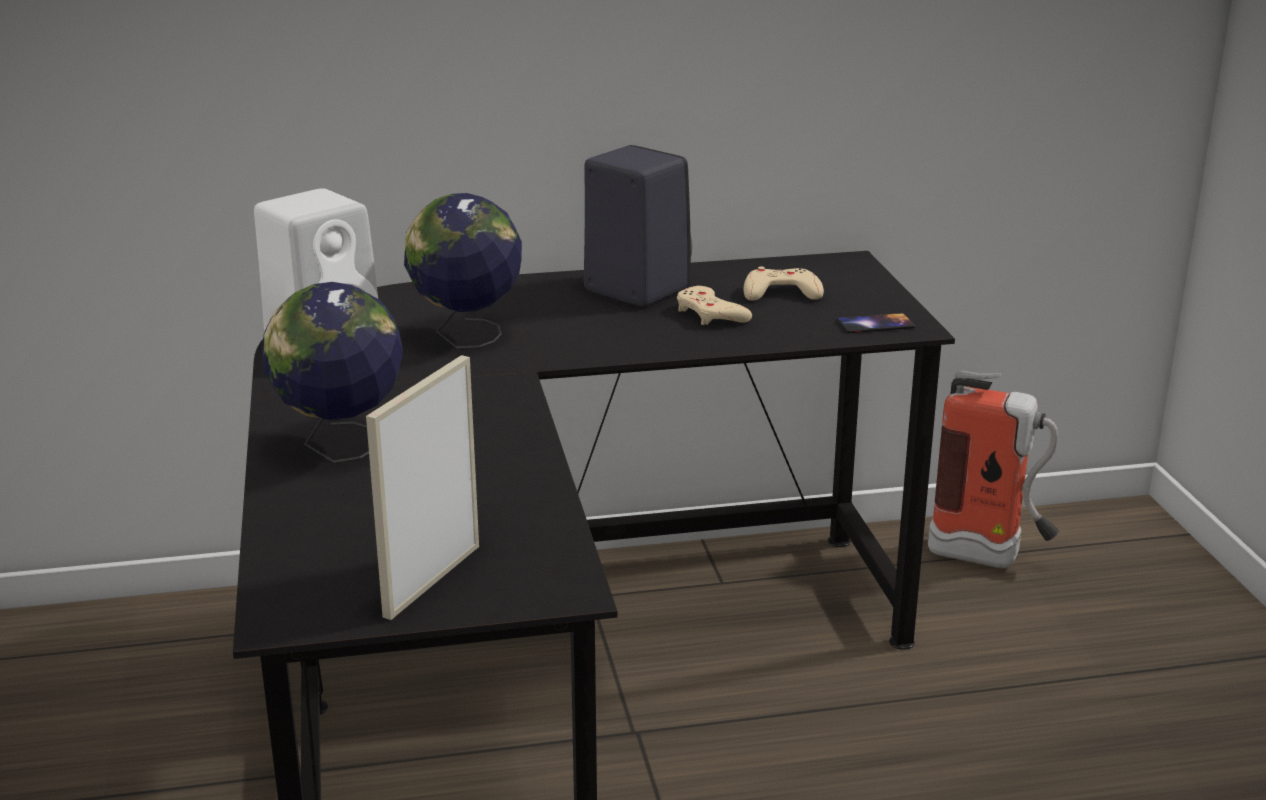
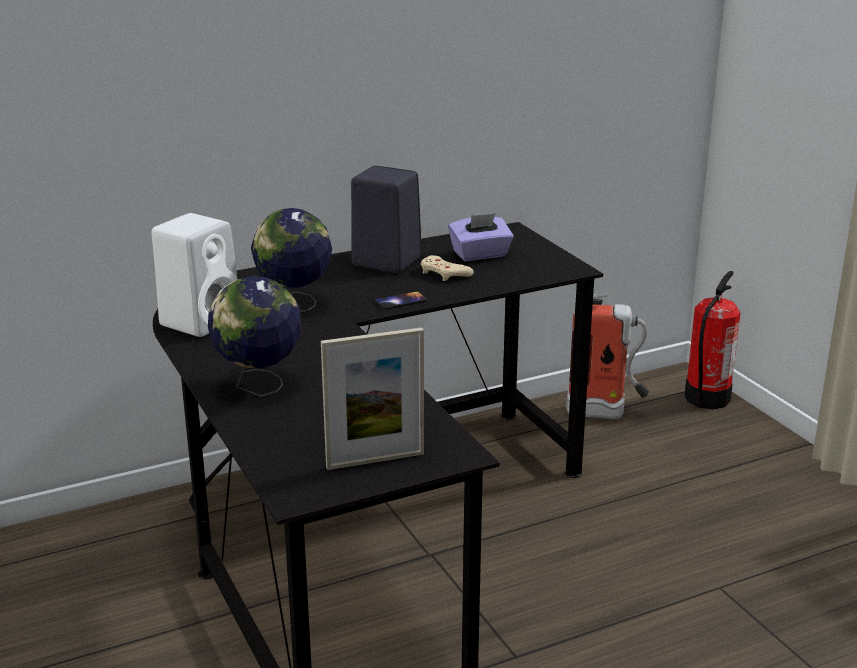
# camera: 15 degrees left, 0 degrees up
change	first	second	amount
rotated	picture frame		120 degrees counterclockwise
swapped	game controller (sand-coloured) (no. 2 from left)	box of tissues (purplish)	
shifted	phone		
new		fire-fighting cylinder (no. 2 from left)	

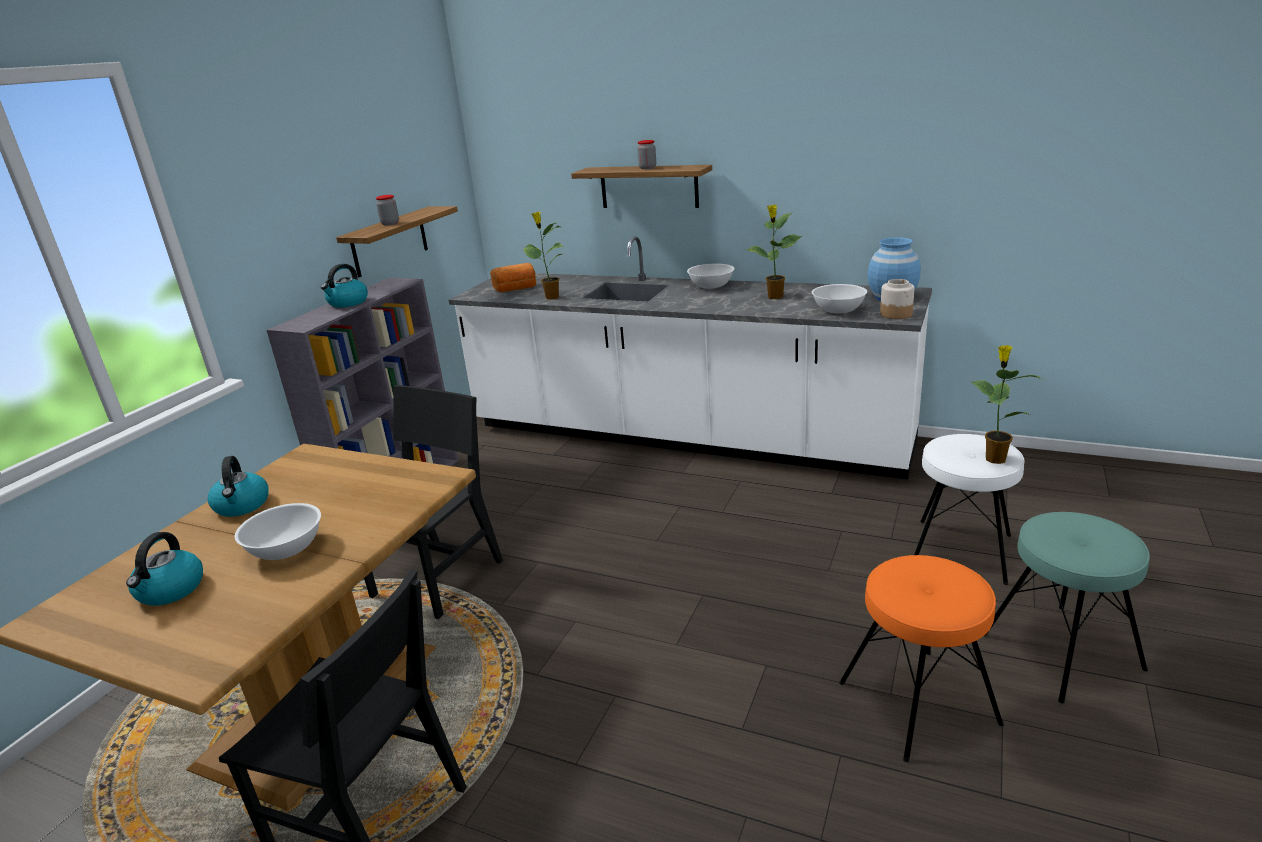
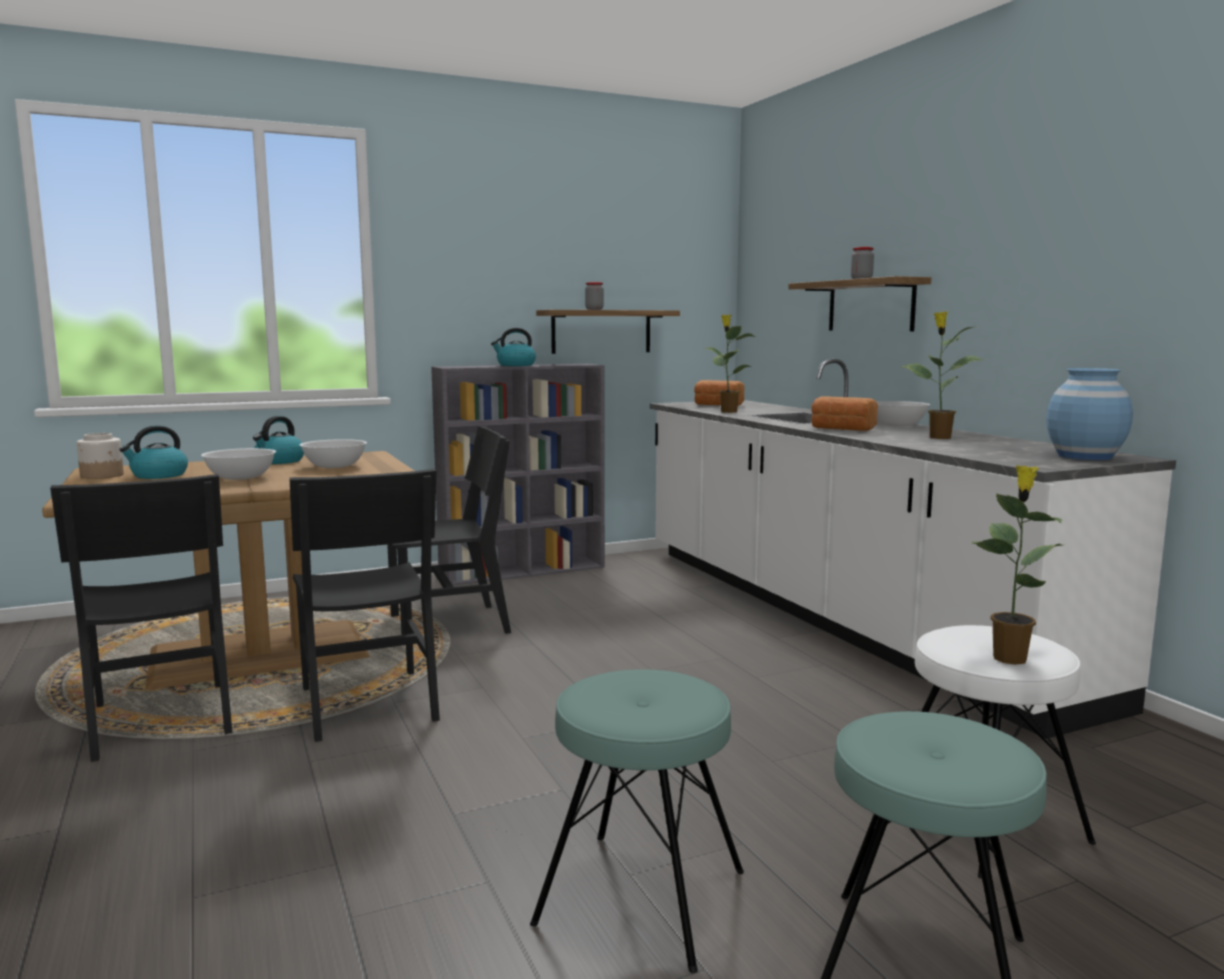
# camera: 40 degrees right, 15 degrees down
change	first	second	amount
shifted	serving bowl (white) (no. 3 from left in the first image)	serving bowl (white) (no. 2 from left)	
repainted	stool seat (orange-coloured)	stool seat (turquoise-coloured) (no. 1 from left)	
shifted	jar (no. 3 from left in the first image)	jar (no. 1 from left)	
new		upright chair (black) (no. 2 from left)	
new		bread (no. 2 from left)	

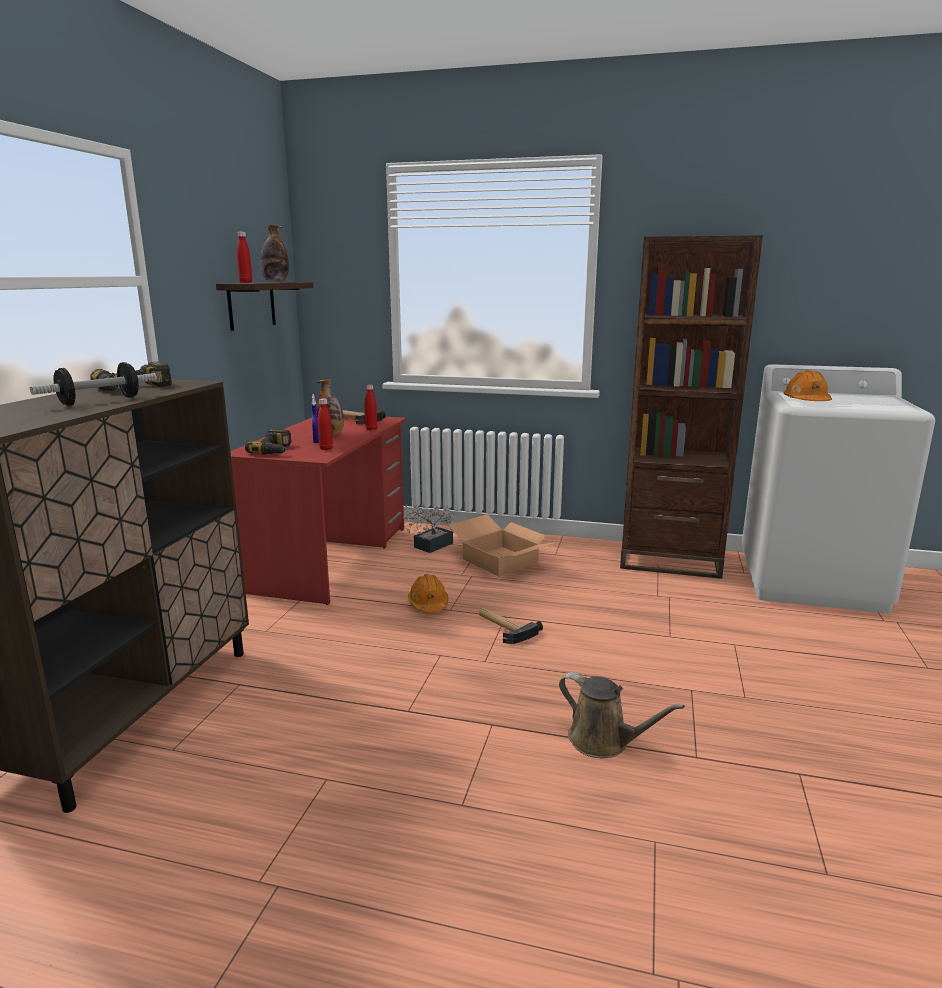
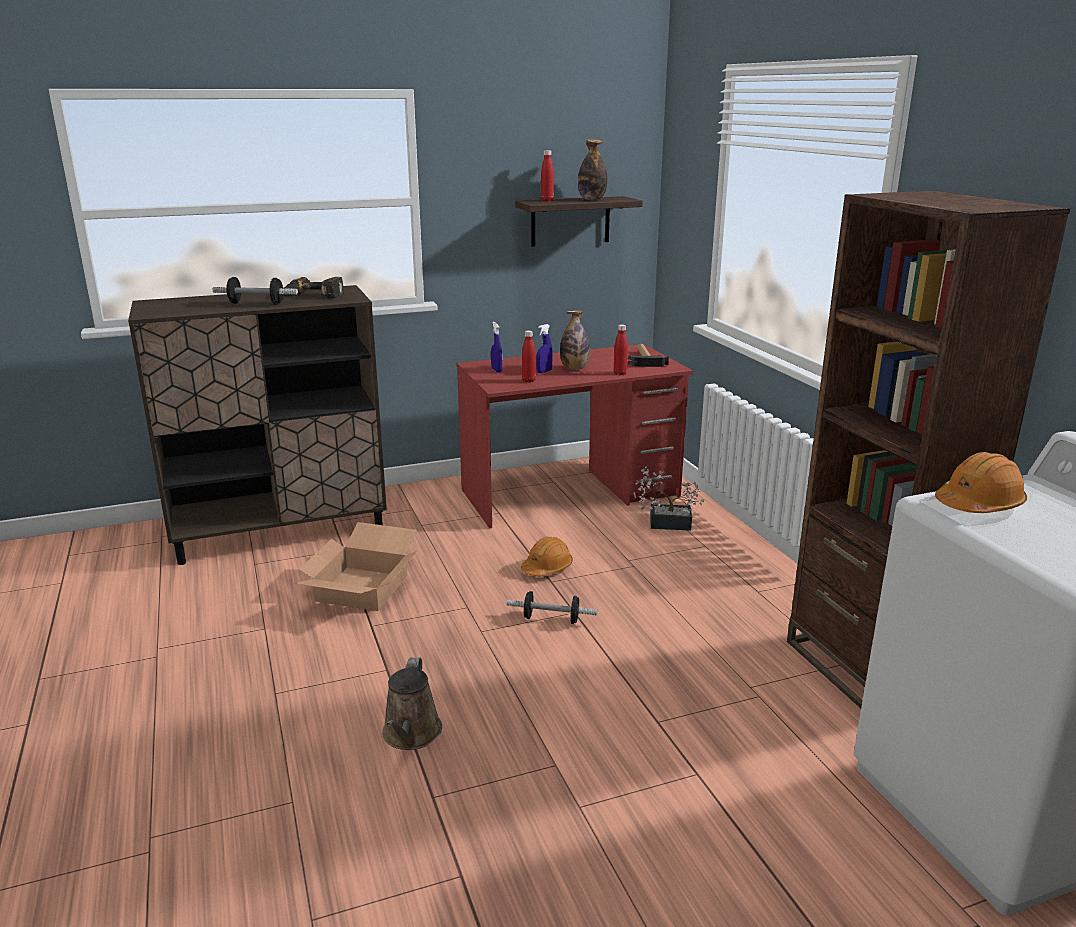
# camera: 55 degrees right, 5 degrees up
change	first	second	amount
swapped	power drill (no. 2 from left)	hand sprayer (bluish) (no. 1 from left)	
shifted	carton		
swapped	tool hammer (no. 2 from left)	hand weight (no. 2 from left)	

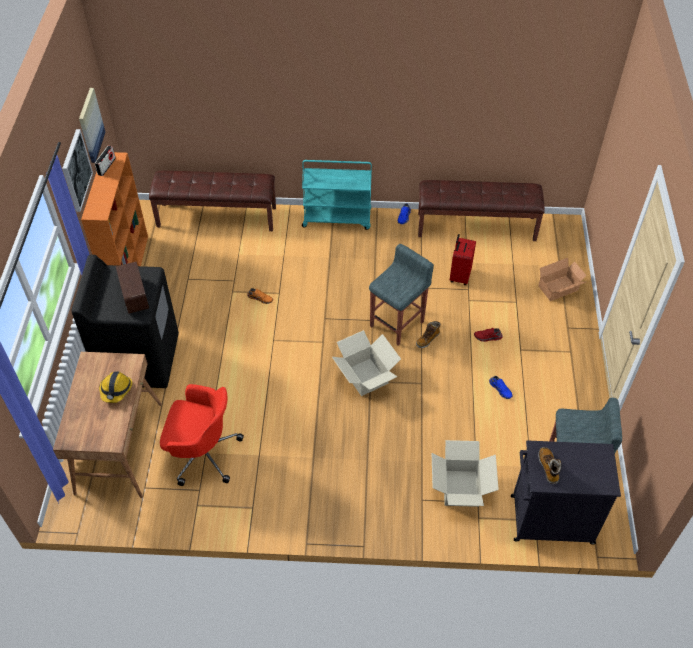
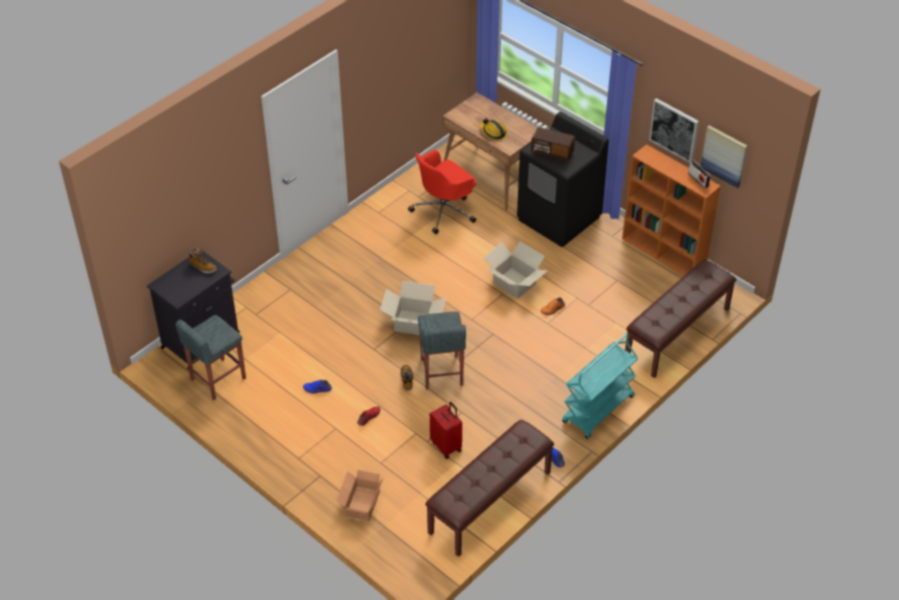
# camera: 130 degrees right, 5 degrees down
change	first	second	amount
shifted	carton (no. 2 from left in the first image)	carton (no. 3 from left)	

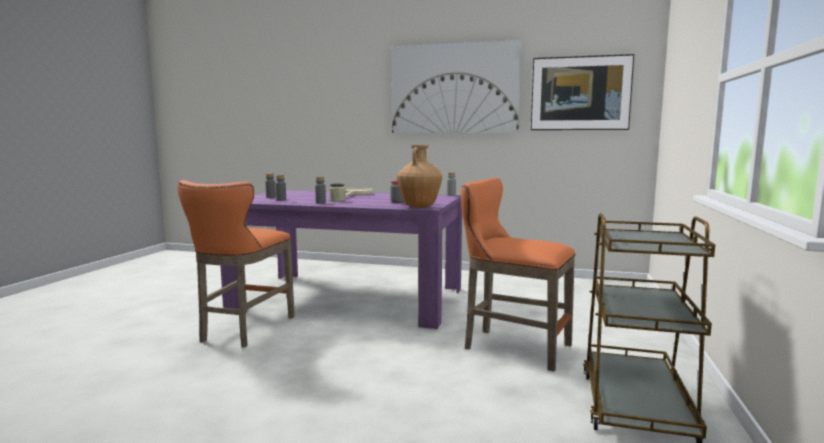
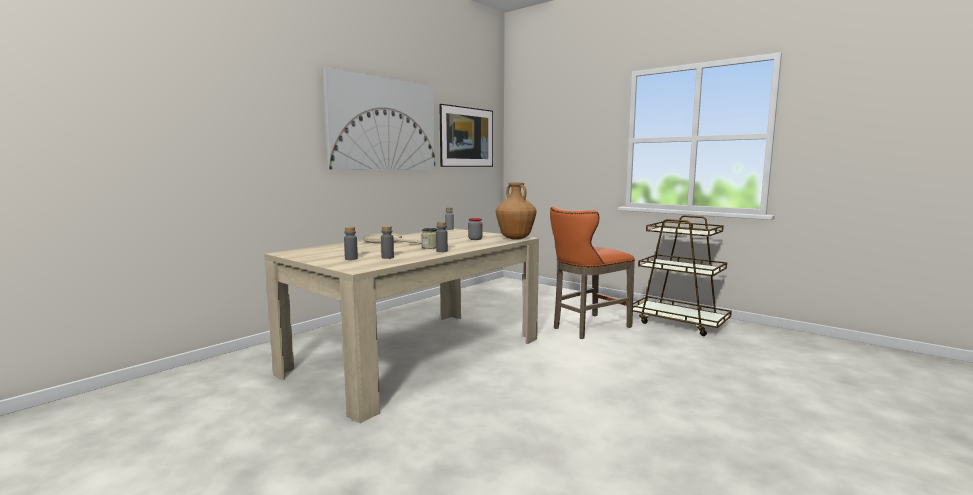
# camera: 65 degrees left, 0 degrees up
change	first	second	amount
gone	stool seat (orange-coloured) (no. 1 from left)		
repainted	dinner table (purplish)	dinner table (sand-coloured)	

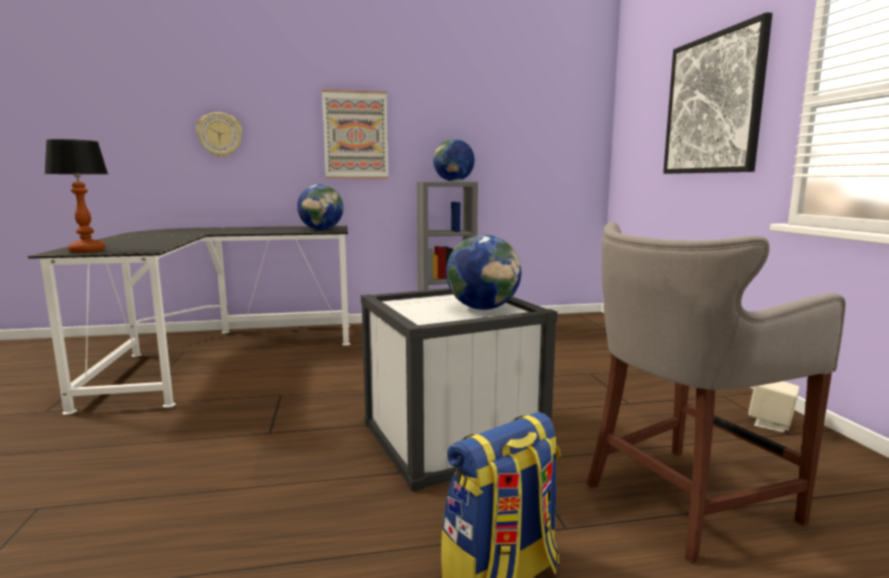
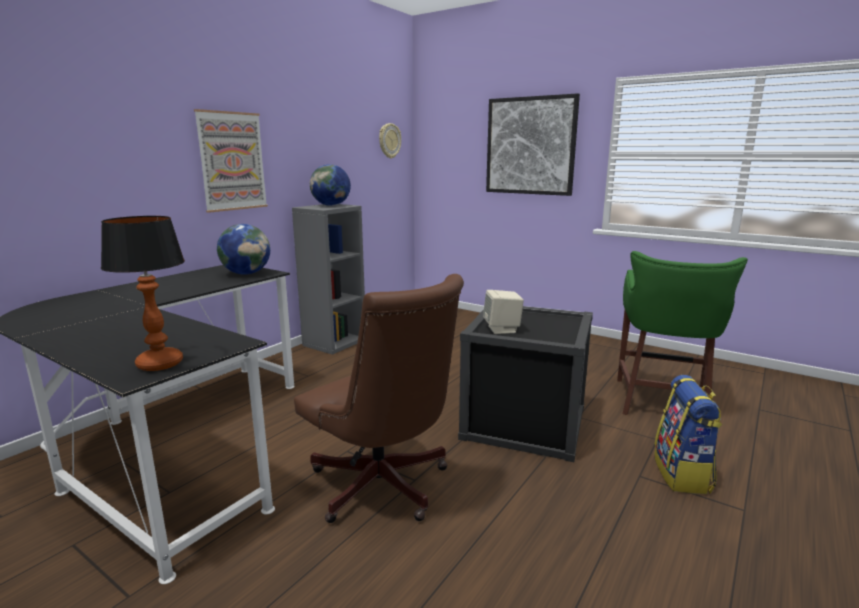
# camera: 45 degrees left, 5 degrees up
change	first	second	amount
shifted	clock on the wall		
repainted	storage bin (white)	storage bin (black)	
gone	desk globe (no. 3 from left)		
repainted	stool seat (gray)	stool seat (green-coloured)	
shifted	speaker (sand-coloured)		
new		office chair (brownish)	

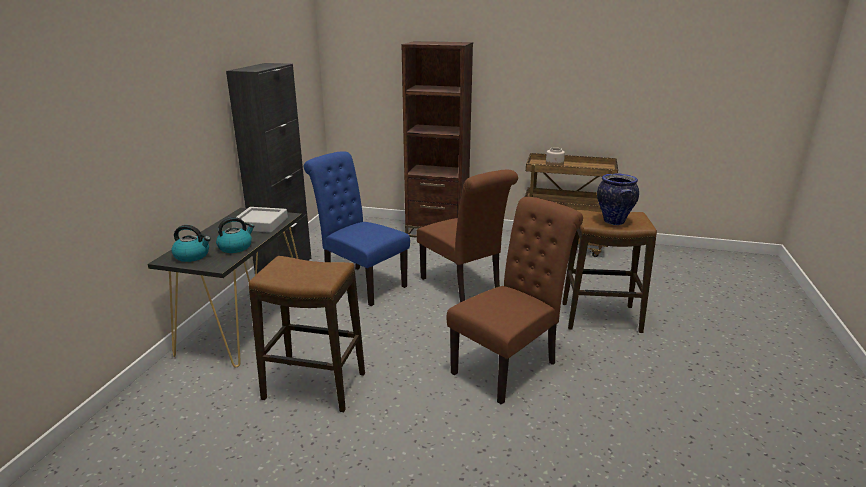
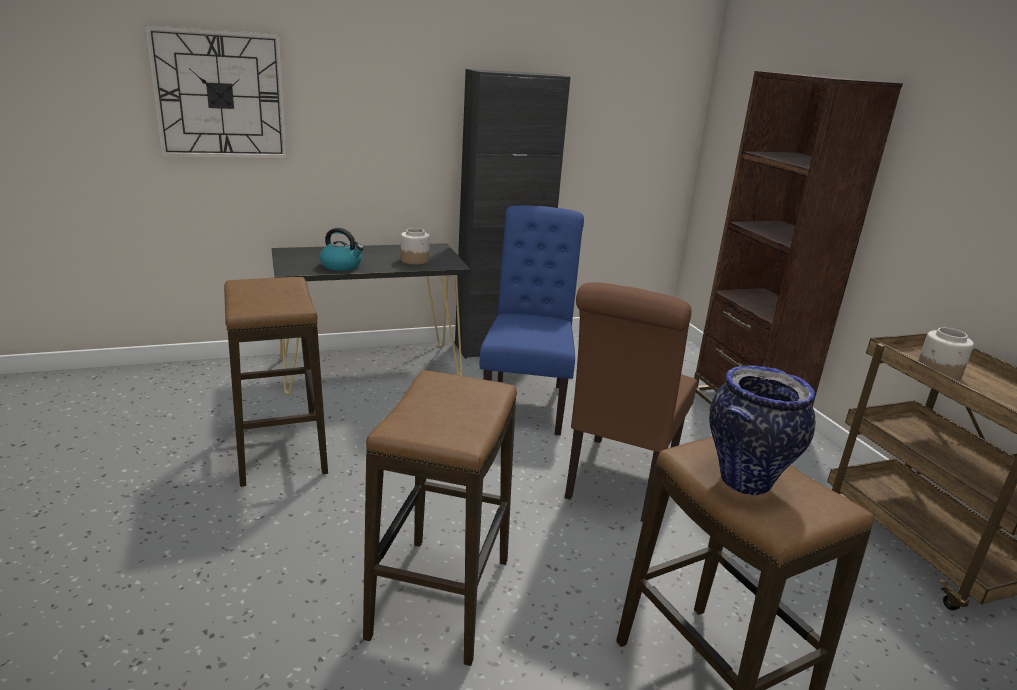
# camera: 55 degrees right, 0 degrees up
change	first	second	amount
gone	tea kettle (no. 1 from left)		
swapped	tray (gray)	jar (no. 1 from left)	
swapped	upright chair (brownish) (no. 2 from left)	stool seat (no. 2 from left)	
new		clock on the wall	

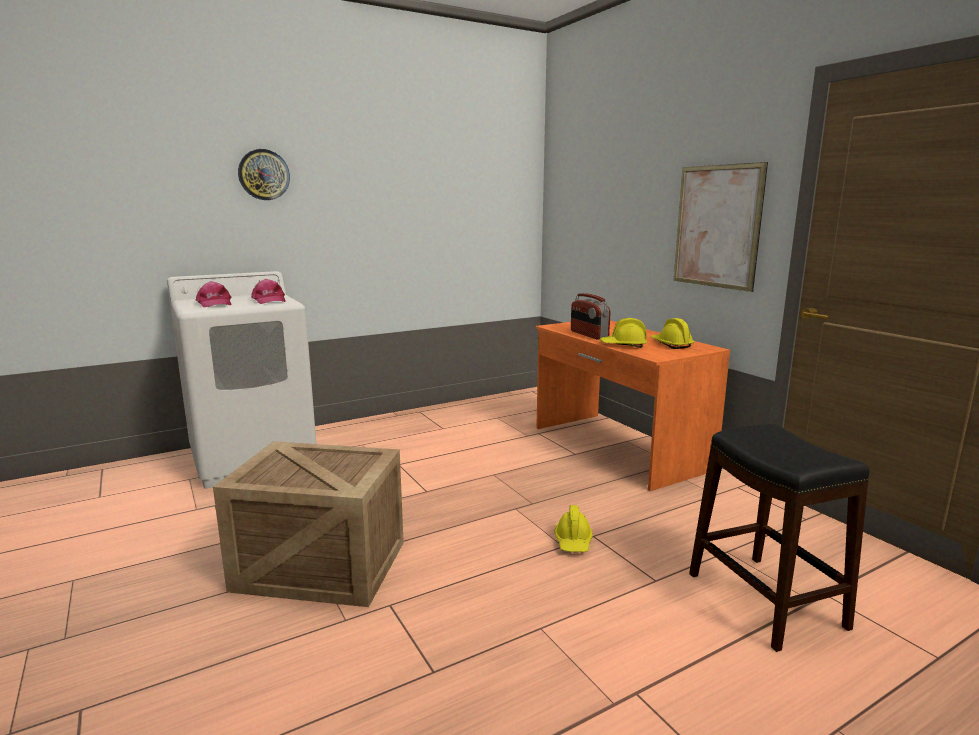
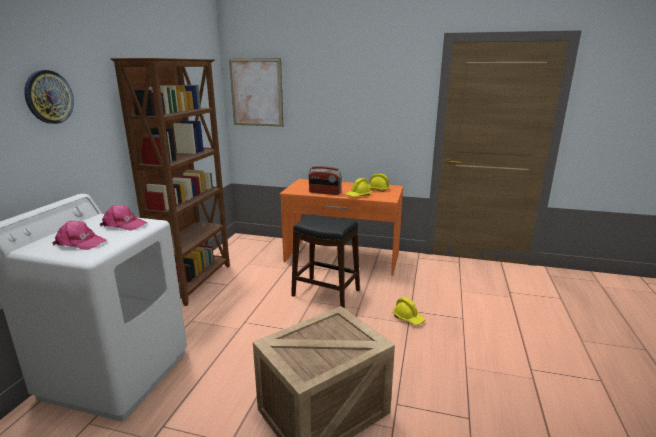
# camera: 45 degrees left, 5 degrees up
change	first	second	amount
shifted	picture		
shifted	stool seat (black)		
new		bookshelf (brownish)	

